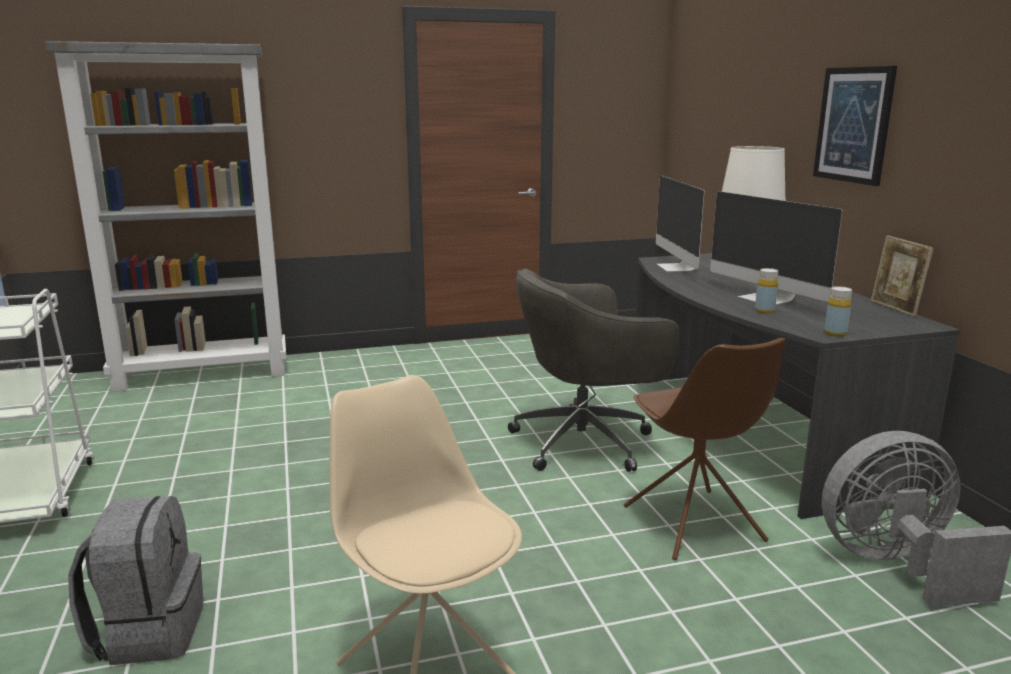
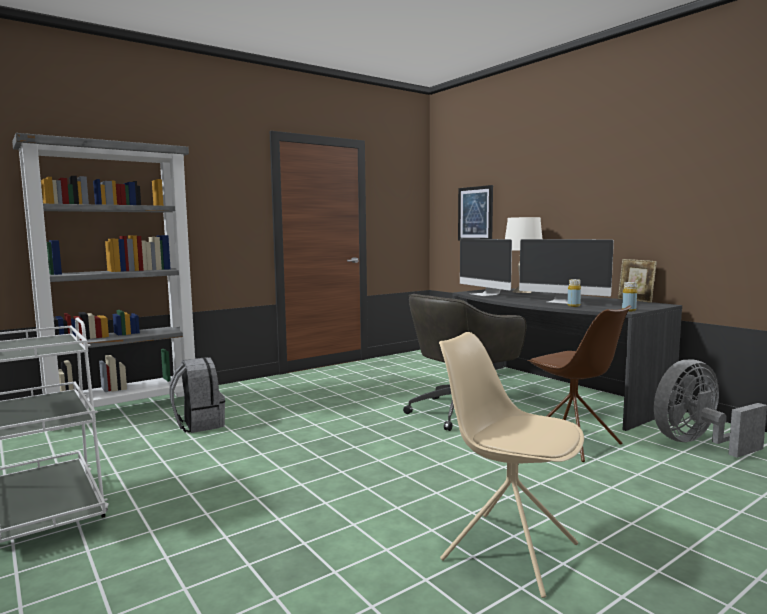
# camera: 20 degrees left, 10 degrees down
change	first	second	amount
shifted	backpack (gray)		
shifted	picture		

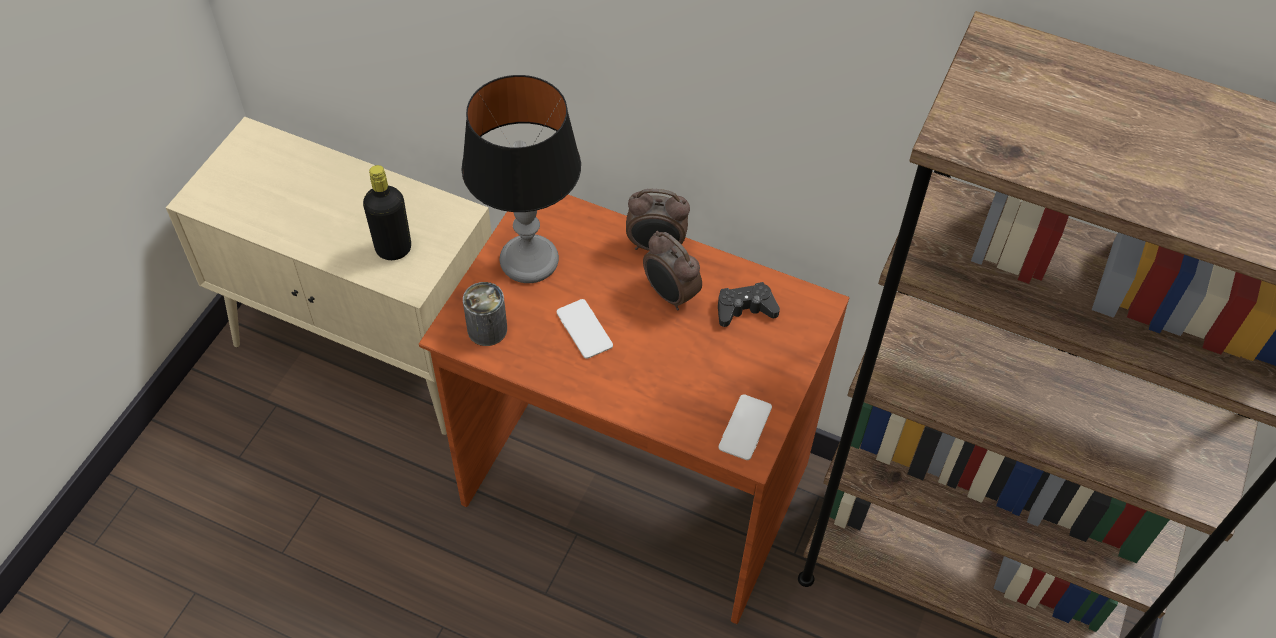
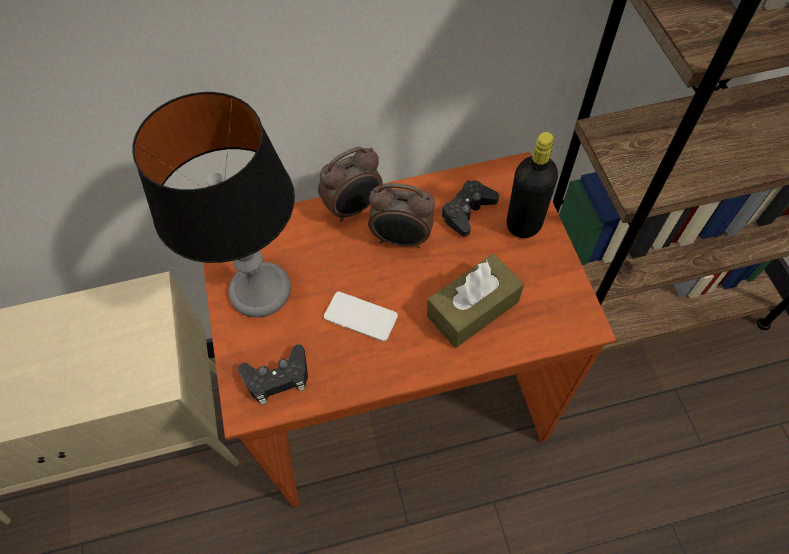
# camera: 35 degrees left, 5 degrees up
change	first	second	amount
shifted	beverage bottle (black)		
swapped	metal can	game controller (black) (no. 1 from left)	
gone	phone (no. 2 from left)		
new		box of tissues (brownish)	

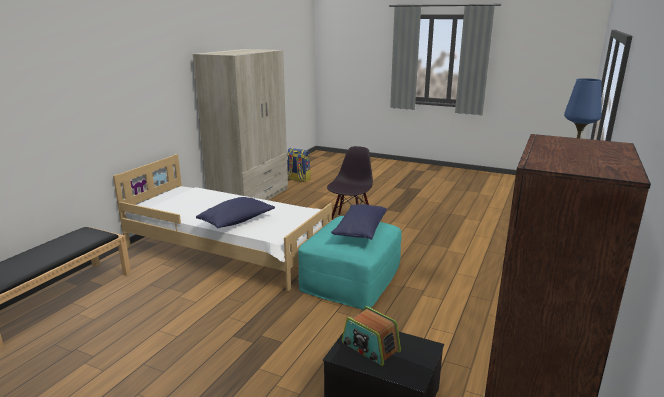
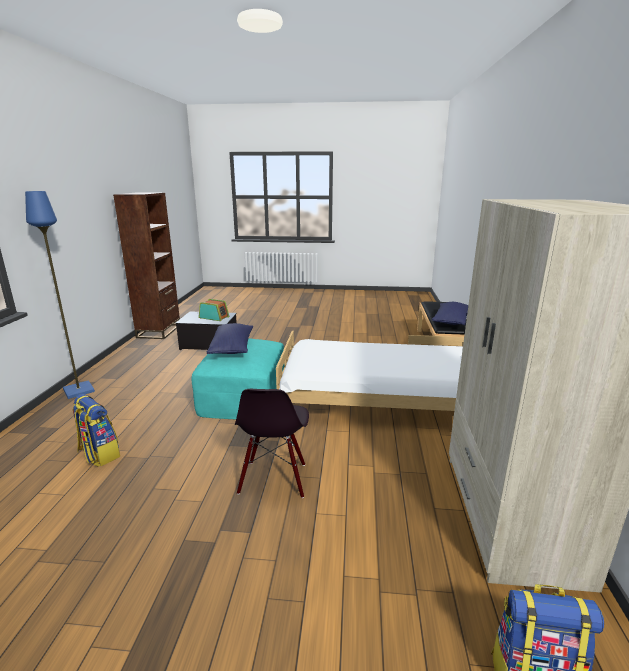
# camera: 160 degrees right, 0 degrees up
change	first	second	amount
shifted	pillow (bluish) (no. 1 from left in the first image)	pillow (bluish) (no. 2 from left)	
new		backpack (no. 1 from left)	

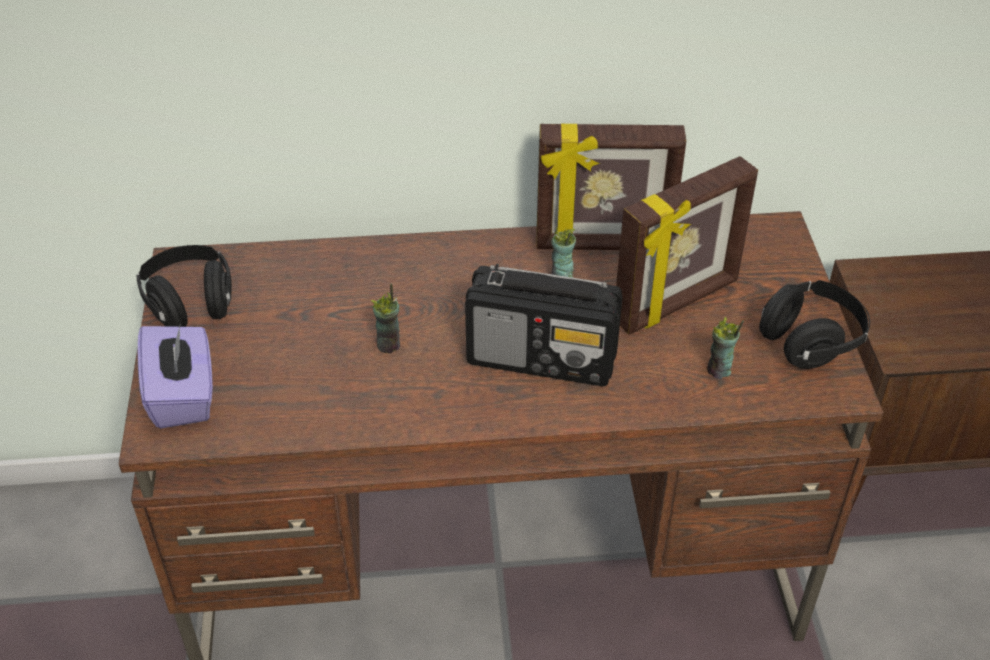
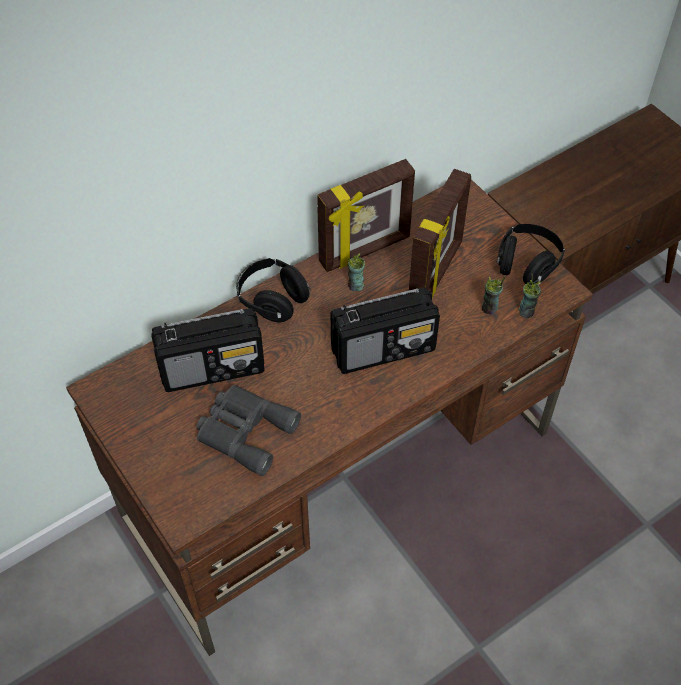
# camera: 30 degrees left, 10 degrees up
change	first	second	amount
shifted	pair of headphones (black) (no. 1 from left)		
gone	box of tissues (purplish)		
shifted	drinking cup (no. 1 from left in the first image)	drinking cup (no. 3 from left)	
new		radio set (no. 1 from left)	
new		pair of binoculars (gray)	

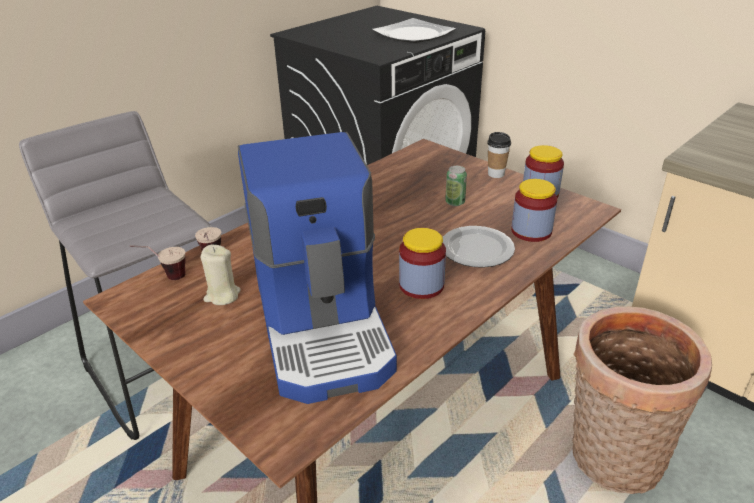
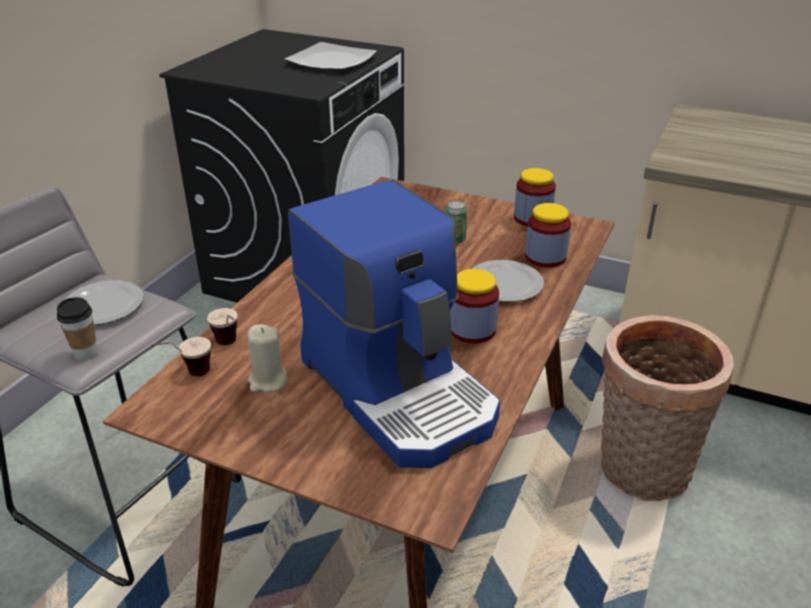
# camera: 20 degrees left, 0 degrees up
change	first	second	amount
shifted	drinking cup (no. 3 from left in the first image)	drinking cup (no. 1 from left)	
new		flat dish (no. 1 from left)	

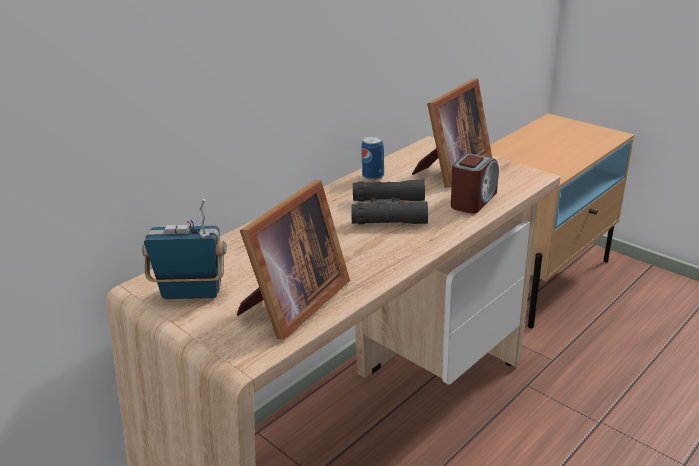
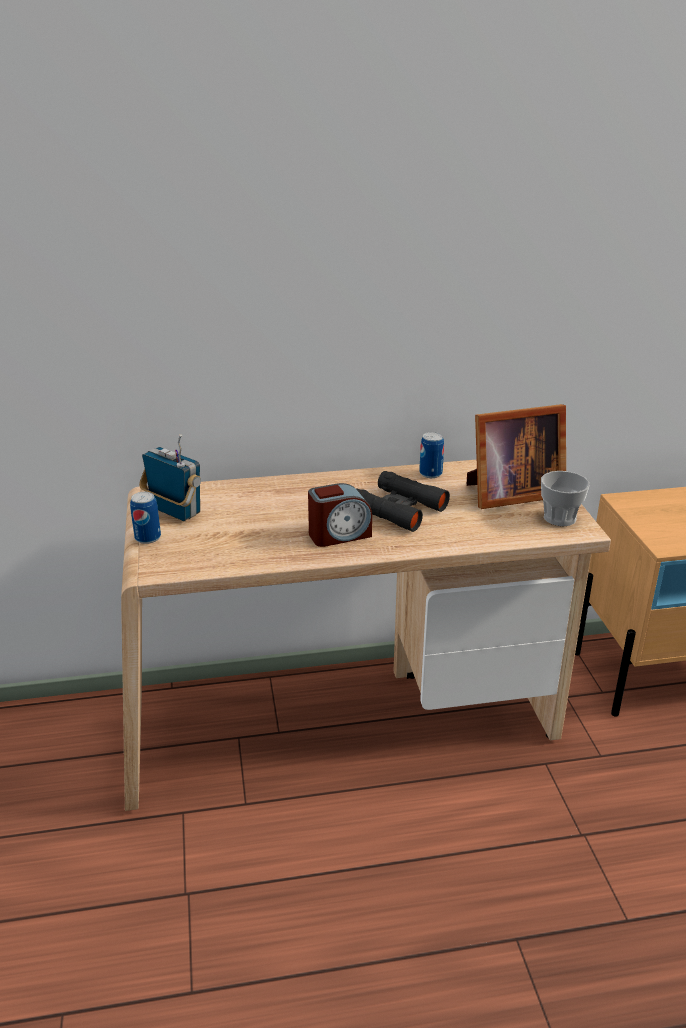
# camera: 35 degrees right, 0 degrees up
change	first	second	amount
gone	picture frame (no. 1 from left)		
shifted	table clock		
new		metal can (no. 1 from left)	
new		drinking cup	

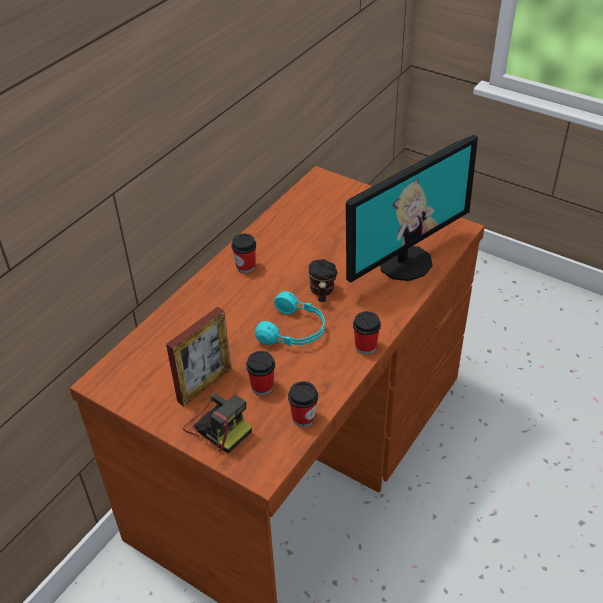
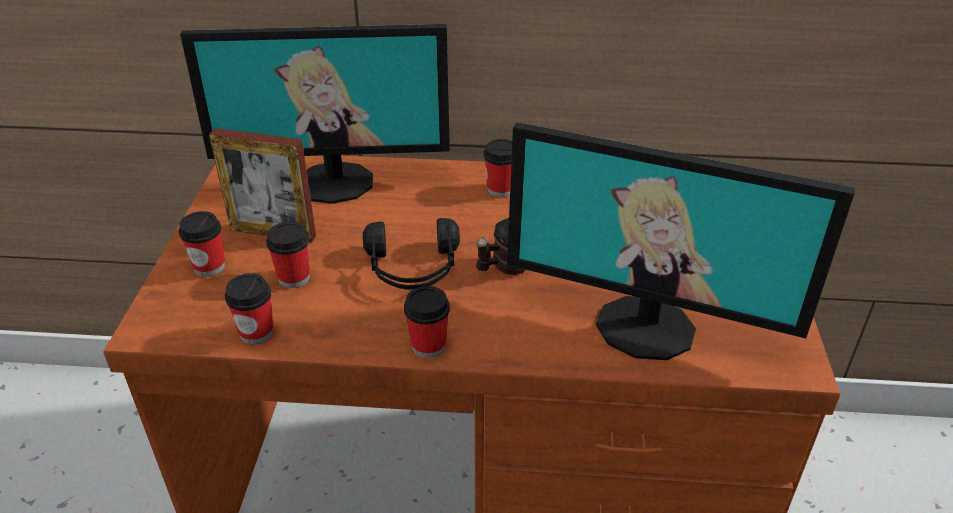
# camera: 60 degrees right, 5 degrees down
change	first	second	amount
swapped	photo camera	drinking cup (no. 1 from left)	
repainted	pair of headphones (turquoise-coloured)	pair of headphones (black)	
new		computer display (no. 1 from left)	

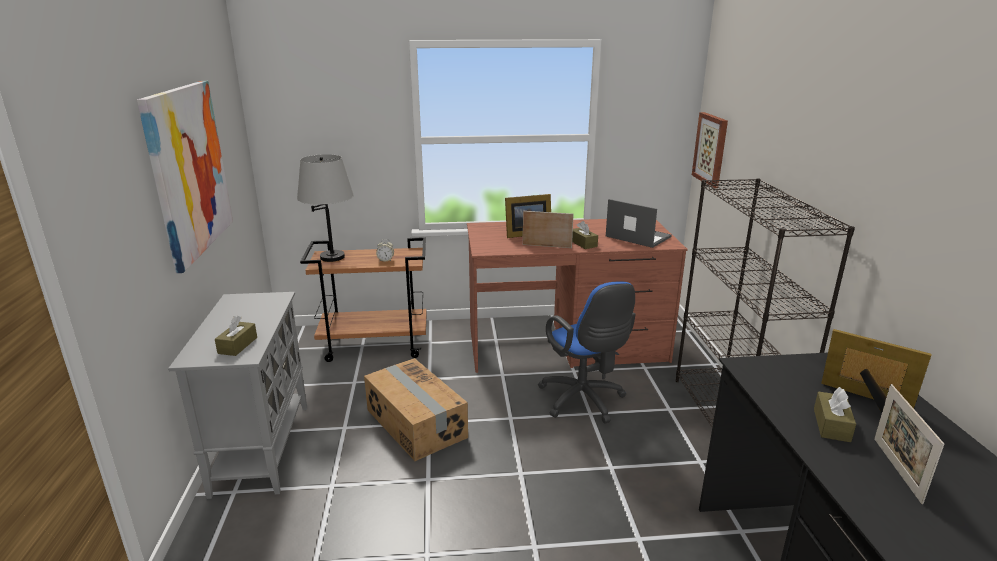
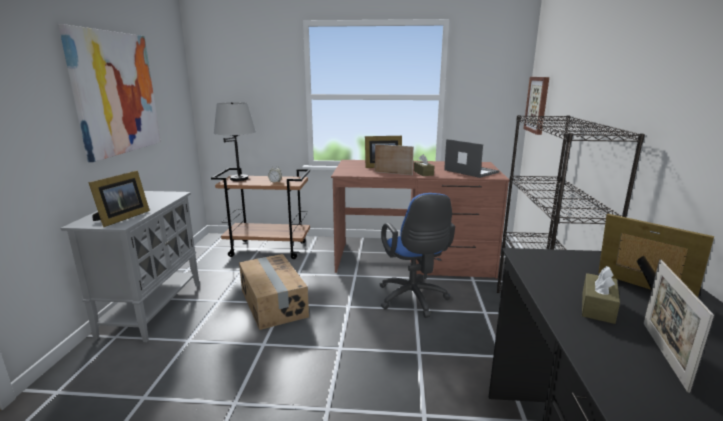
# camera: 10 degrees right, 5 degrees down
change	first	second	amount
swapped	box of tissues (brownish) (no. 1 from left)	picture frame (no. 1 from left)	

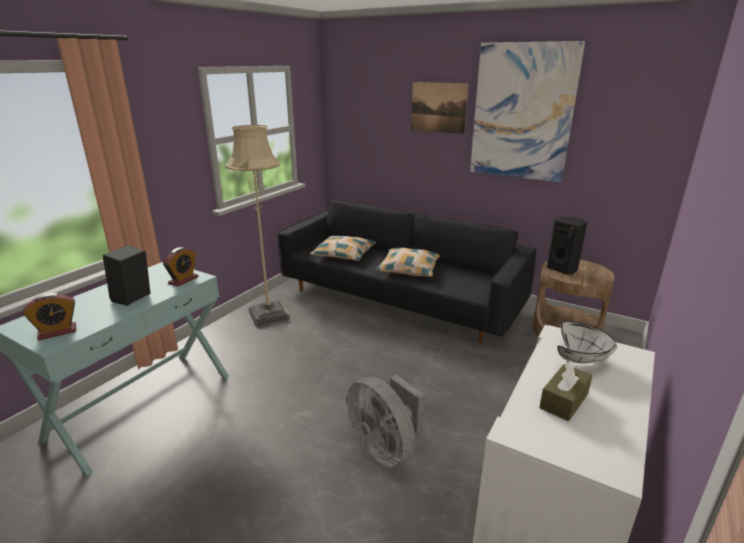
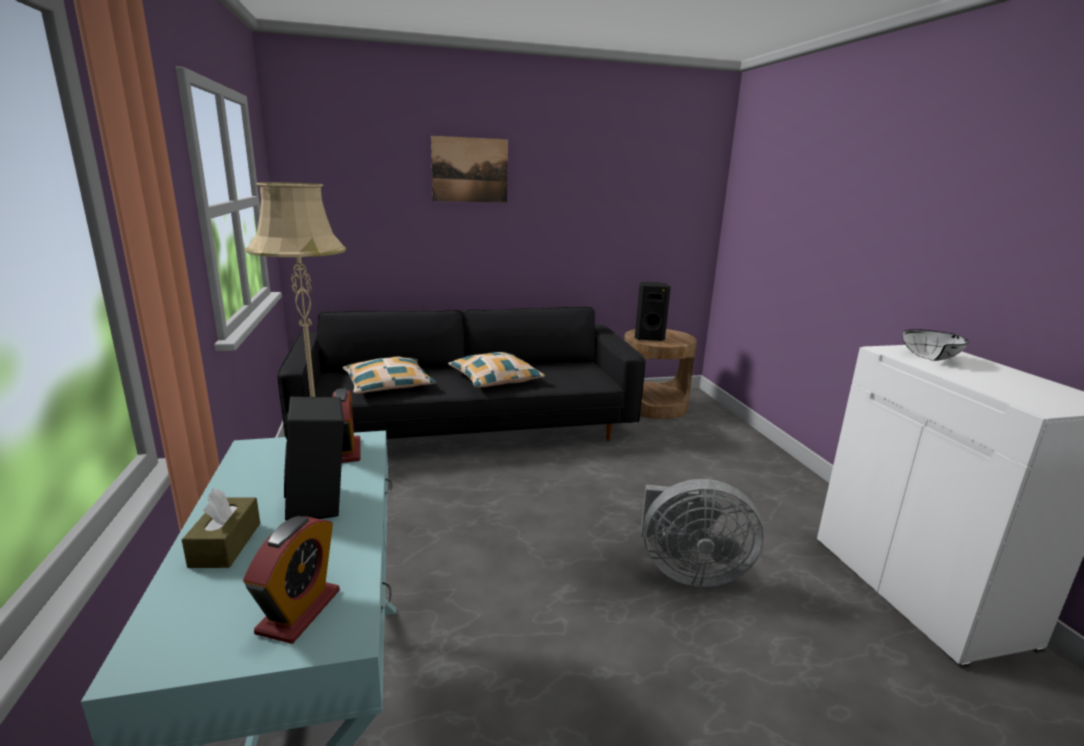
# camera: 45 degrees left, 5 degrees down
change	first	second	amount
gone	picture (no. 2 from left)		
shifted	box of tissues (brownish)		

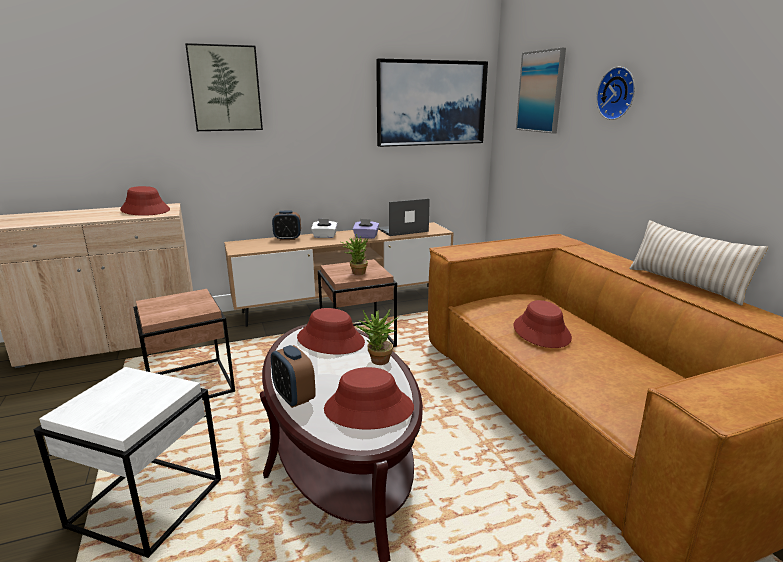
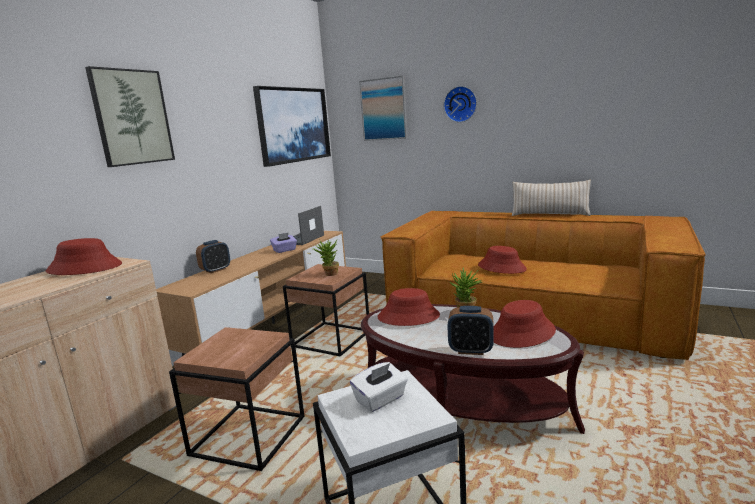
# camera: 40 degrees left, 5 degrees down
change	first	second	amount
shifted	box of tissues (white)		

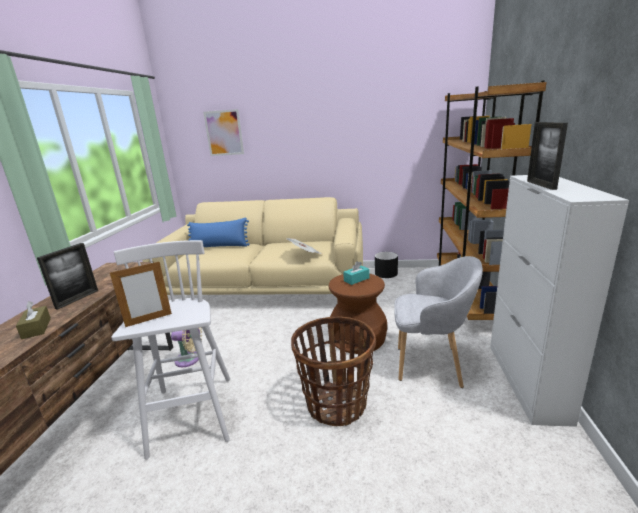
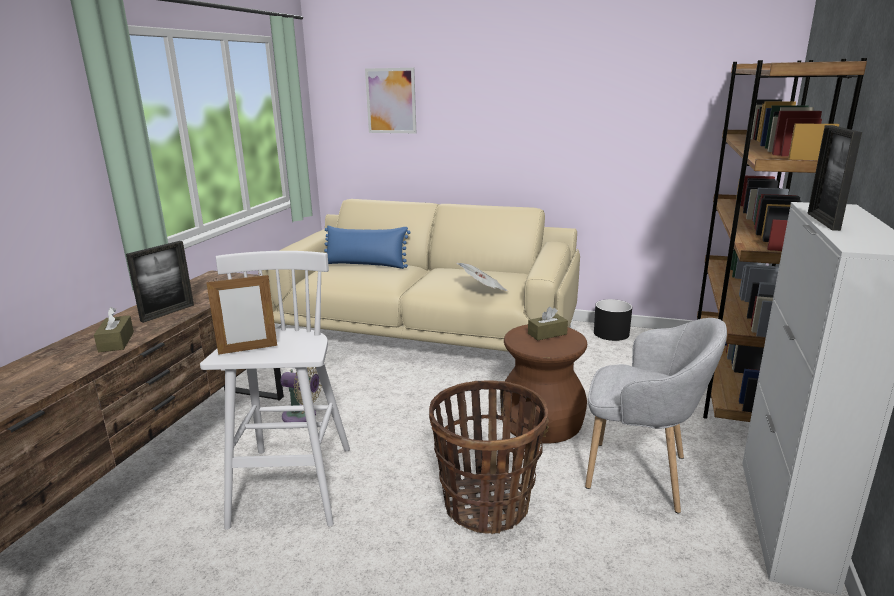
# camera: 10 degrees right, 0 degrees up
change	first	second	amount
repainted	box of tissues (turquoise-coloured)	box of tissues (brownish) (no. 2 from left)	

